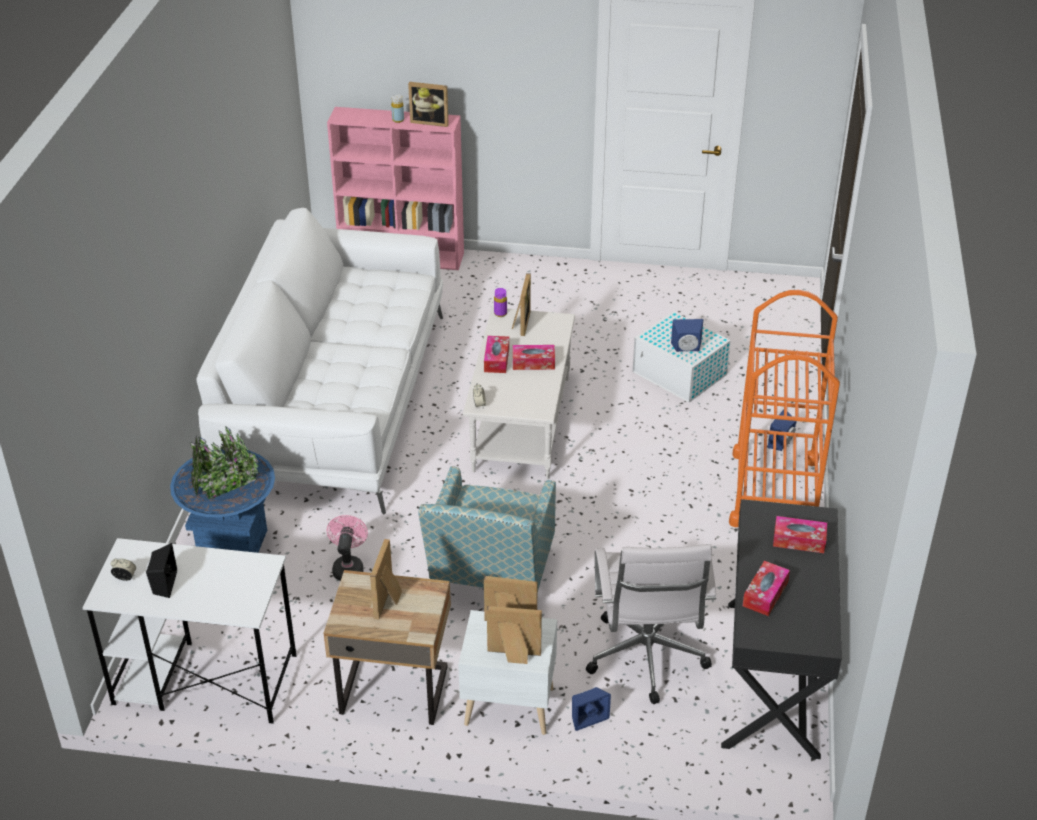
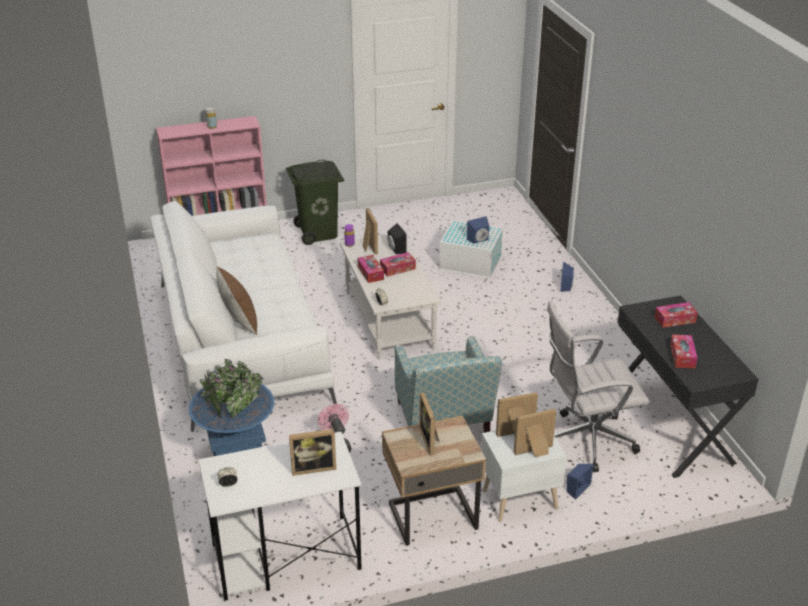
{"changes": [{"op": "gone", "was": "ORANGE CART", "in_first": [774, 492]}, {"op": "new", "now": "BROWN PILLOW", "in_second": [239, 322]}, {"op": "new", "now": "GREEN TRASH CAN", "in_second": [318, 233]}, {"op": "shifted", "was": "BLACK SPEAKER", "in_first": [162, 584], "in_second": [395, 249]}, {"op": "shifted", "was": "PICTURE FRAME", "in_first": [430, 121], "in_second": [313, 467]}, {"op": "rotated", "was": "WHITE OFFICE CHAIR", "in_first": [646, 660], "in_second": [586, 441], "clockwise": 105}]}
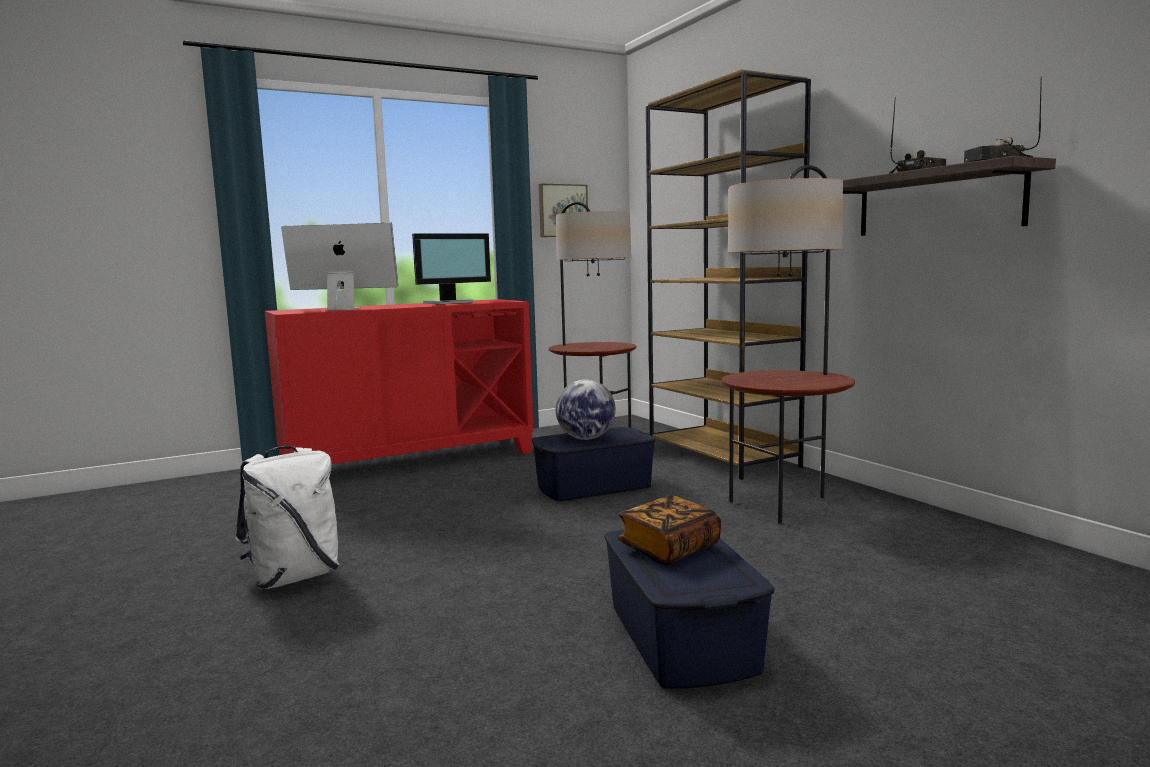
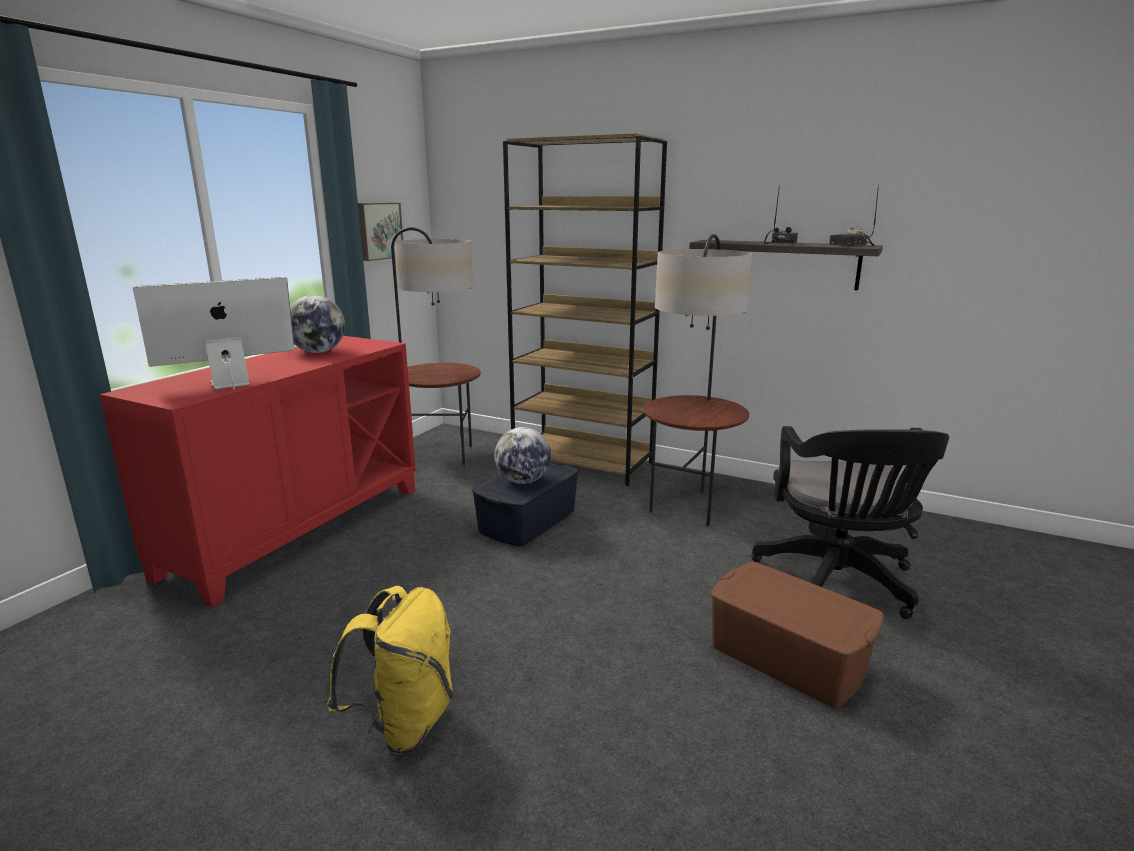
{"changes": [{"op": "gone", "was": "BOOK", "in_first": [669, 549]}, {"op": "new", "now": "BLACK OFFICE CHAIR", "in_second": [838, 583]}, {"op": "swapped", "was": "MONITOR", "now": "GLOBE", "in_first": [449, 303], "in_second": [318, 352]}, {"op": "repainted", "was": "WHITE BACKPACK", "now": "YELLOW BACKPACK", "in_first": [294, 577], "in_second": [404, 723]}, {"op": "repainted", "was": "BLUE STORAGE BOX", "now": "BROWN STORAGE BOX", "in_first": [680, 637], "in_second": [787, 658]}]}
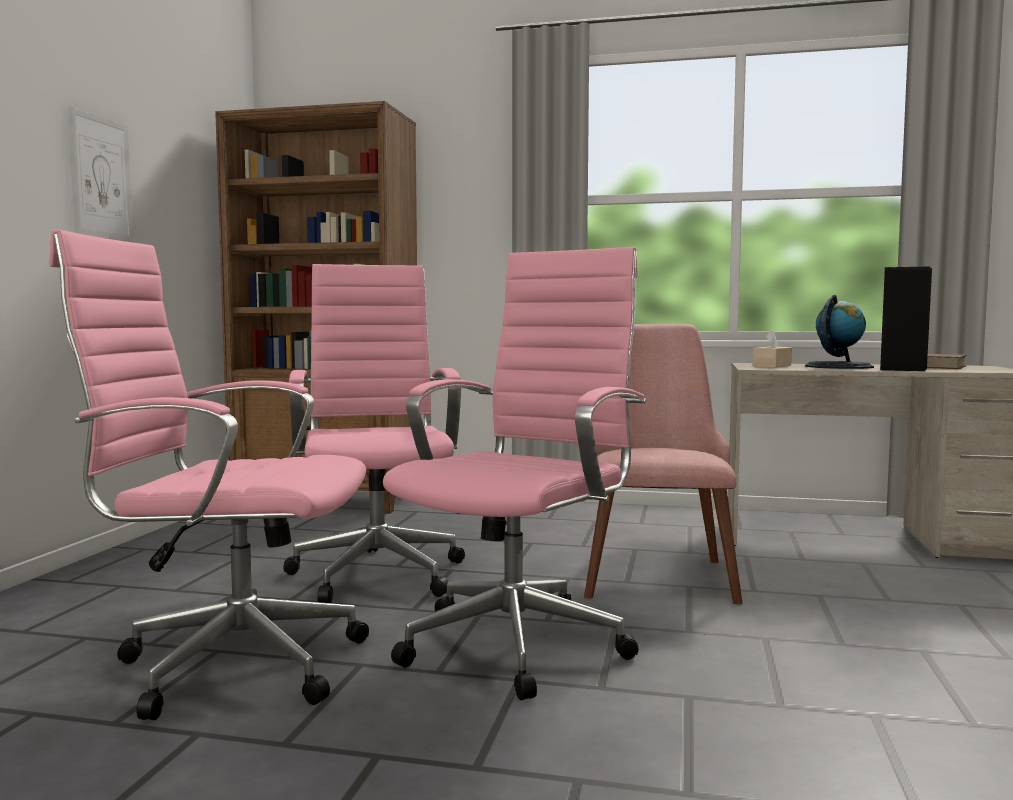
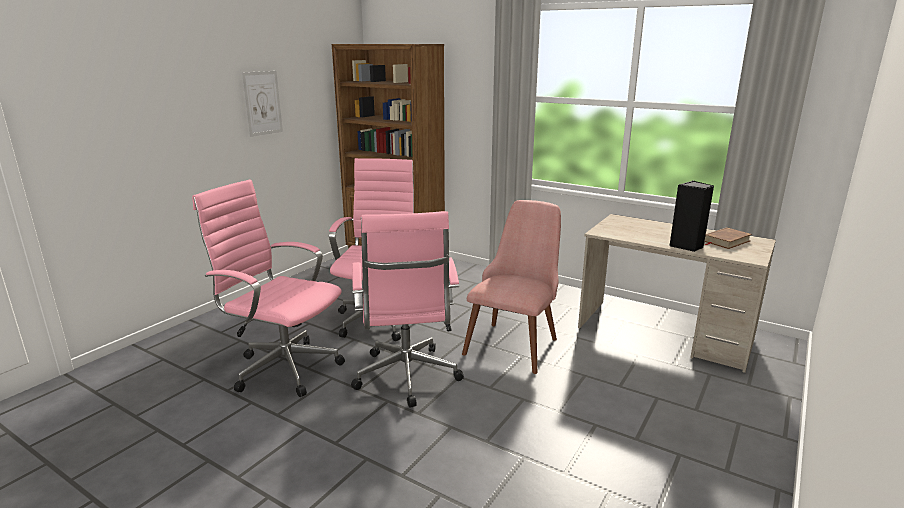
{"changes": [{"op": "gone", "was": "BEIGE TISSUE BOX", "in_first": [772, 366]}, {"op": "gone", "was": "GLOBE", "in_first": [838, 366]}, {"op": "rotated", "was": "PINK OFFICE CHAIR", "in_first": [520, 642], "in_second": [407, 378], "clockwise": 120}]}
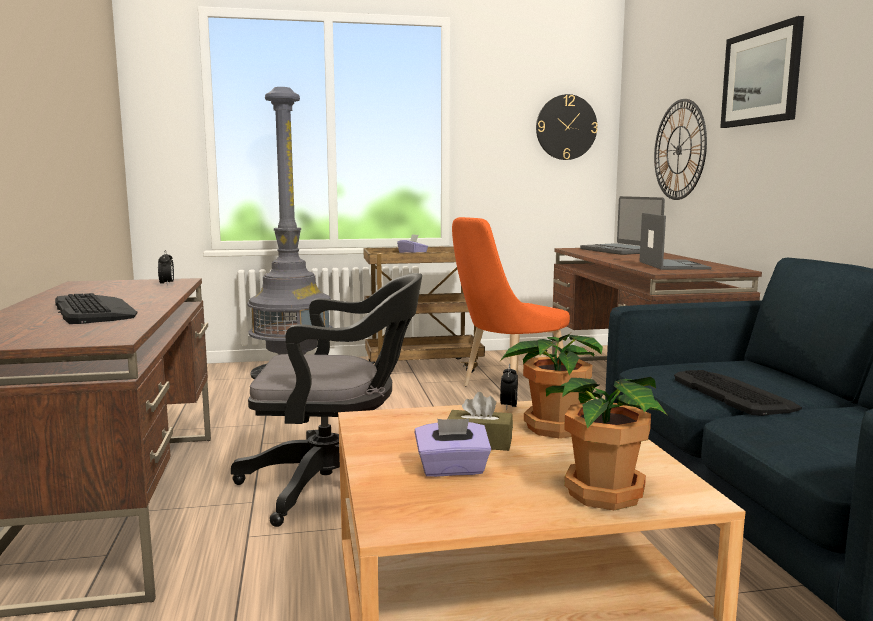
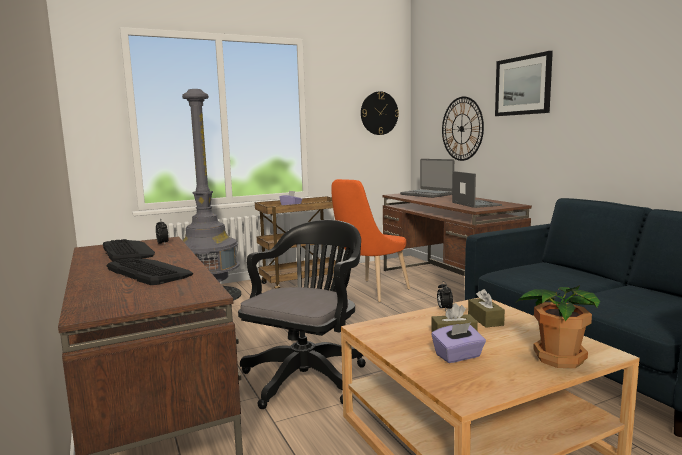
{"changes": [{"op": "shifted", "was": "KEYBOARD", "in_first": [733, 393], "in_second": [127, 251]}, {"op": "swapped", "was": "POTTED PLANT", "now": "BROWN TISSUE BOX", "in_first": [553, 427], "in_second": [485, 319]}, {"op": "rotated", "was": "BLACK OFFICE CHAIR", "in_first": [337, 485], "in_second": [308, 376], "clockwise": -45}]}
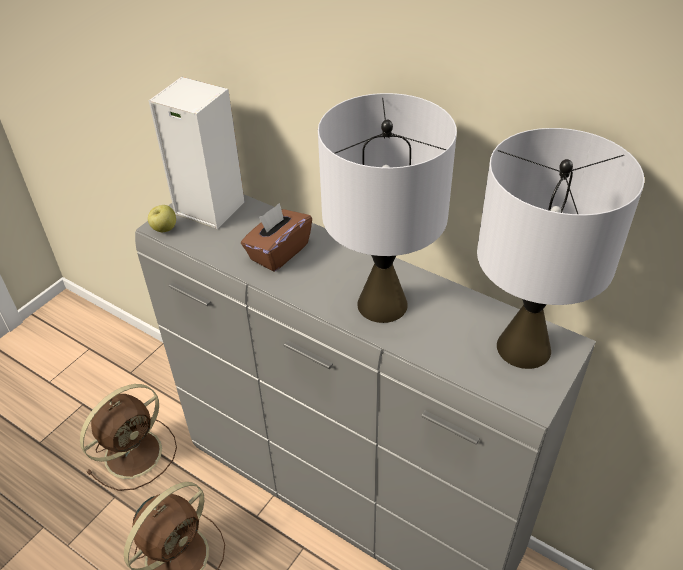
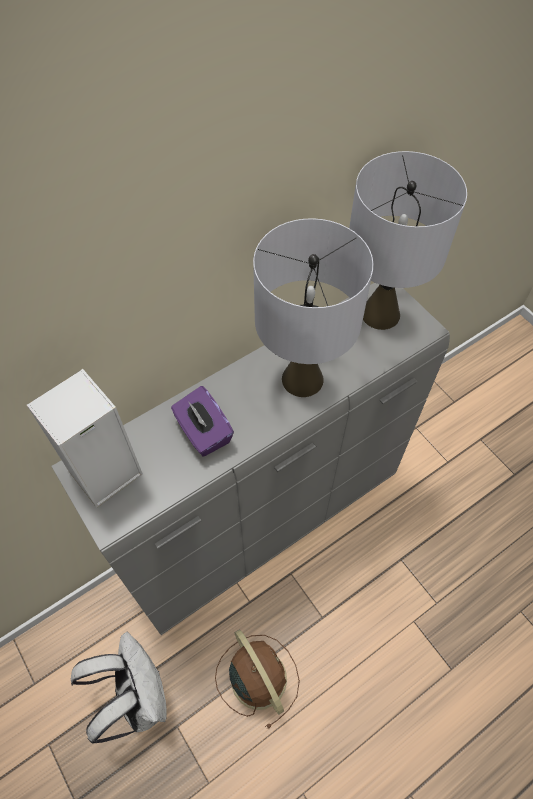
{"changes": [{"op": "gone", "was": "APPLE", "in_first": [164, 229]}, {"op": "swapped", "was": "BROWN FAN", "now": "WHITE BACKPACK", "in_first": [135, 452], "in_second": [136, 696]}, {"op": "repainted", "was": "BROWN TISSUE BOX", "now": "PURPLE TISSUE BOX", "in_first": [278, 252], "in_second": [203, 432]}]}
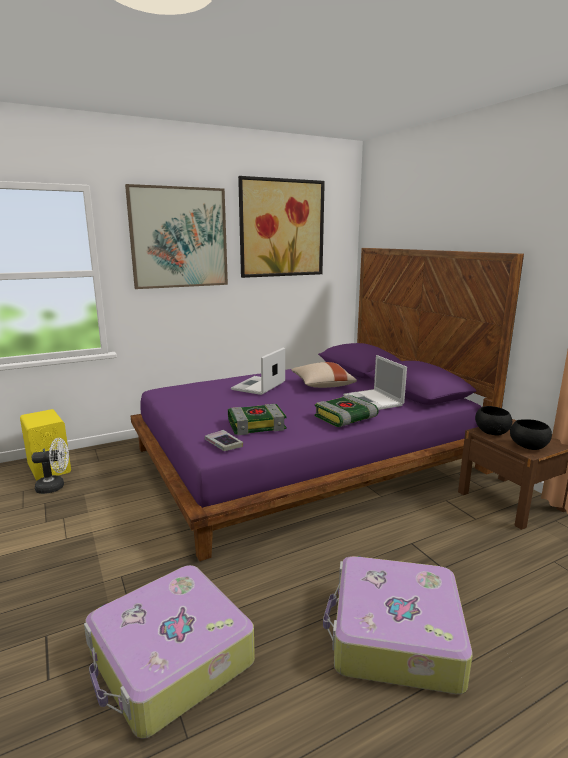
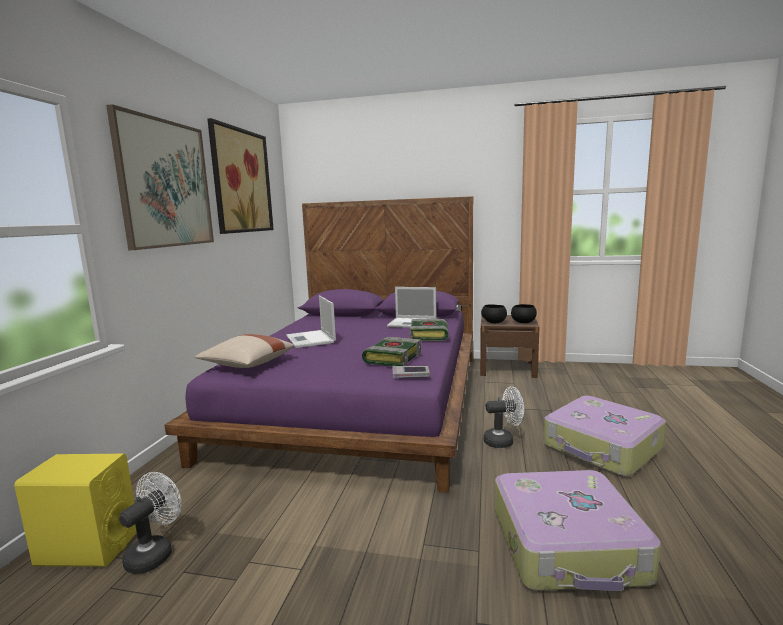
{"changes": [{"op": "new", "now": "WHITE FAN", "in_second": [503, 441]}, {"op": "shifted", "was": "BEIGE PILLOW", "in_first": [322, 385], "in_second": [247, 364]}]}
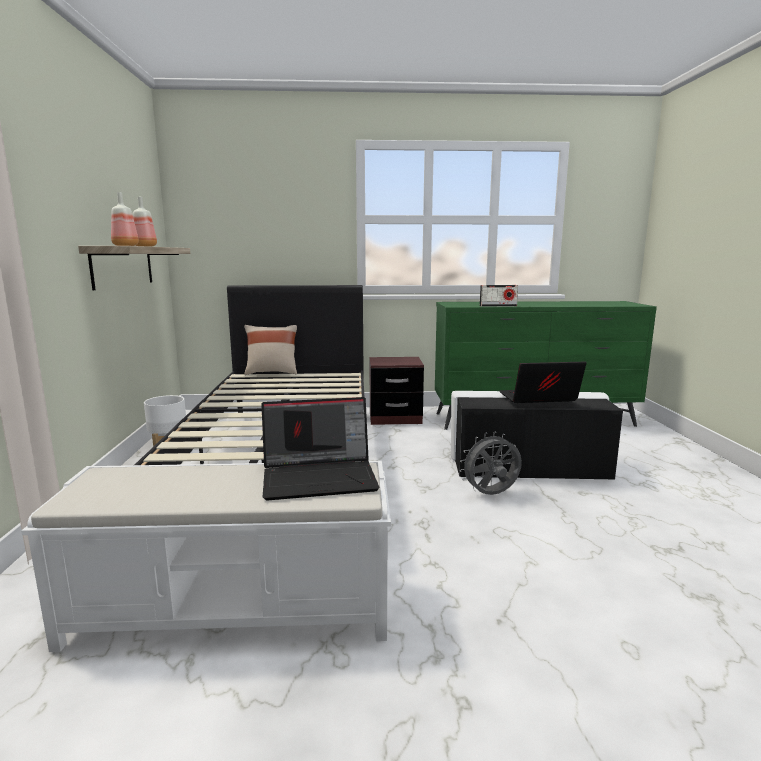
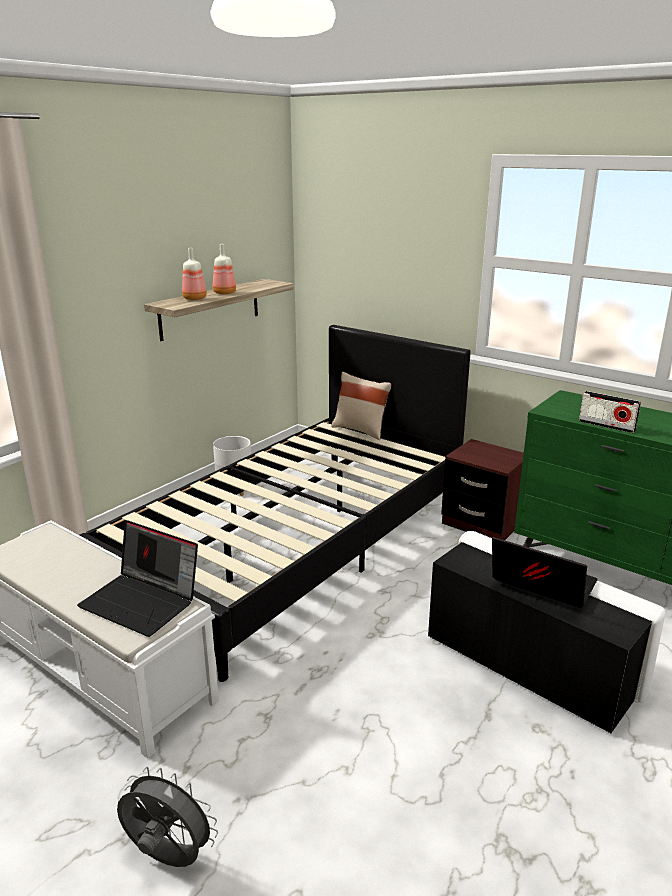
{"changes": [{"op": "shifted", "was": "GREY FAN", "in_first": [491, 495], "in_second": [167, 858]}]}
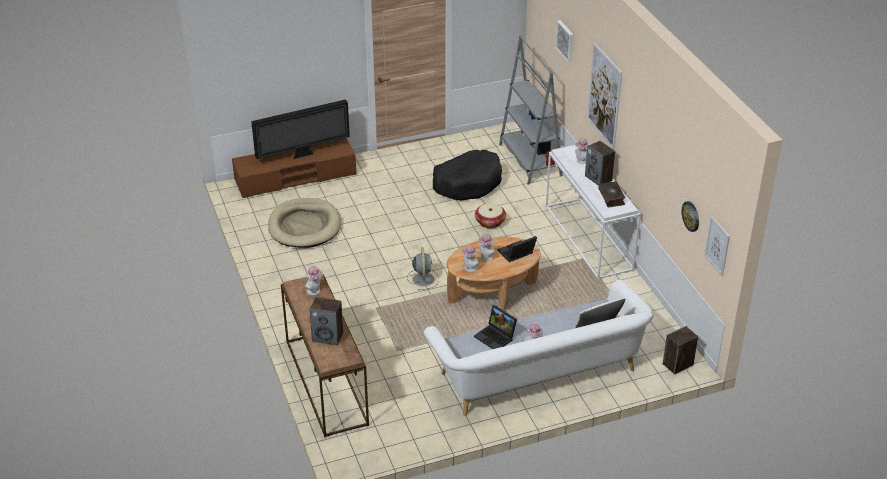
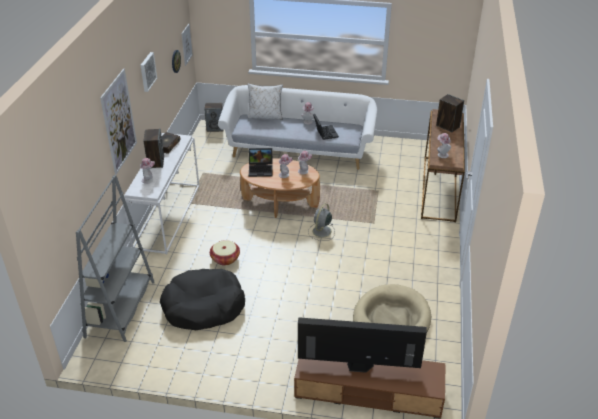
{"changes": [{"op": "shifted", "was": "PICTURE", "in_first": [565, 40], "in_second": [147, 71]}]}
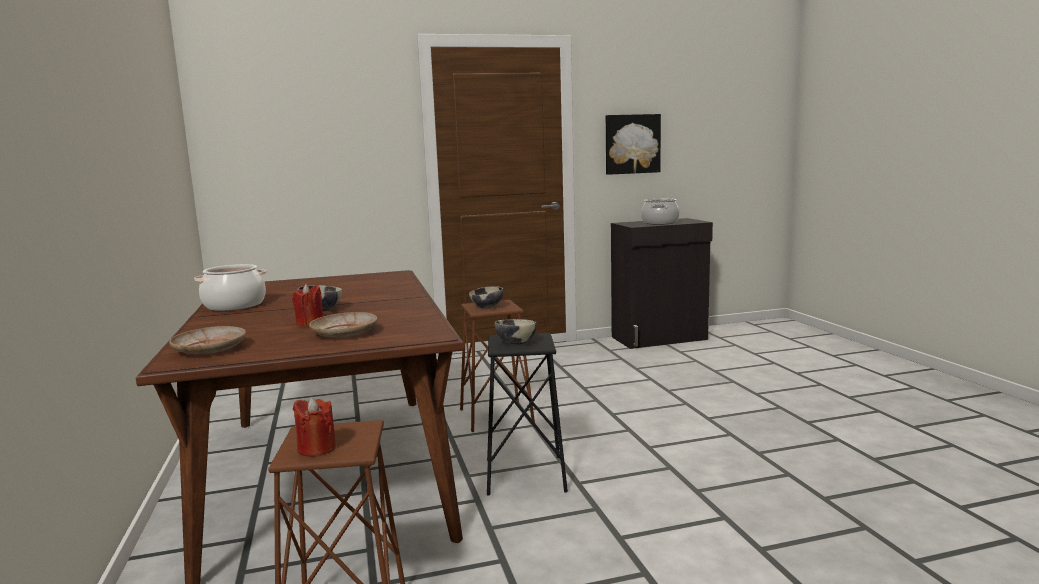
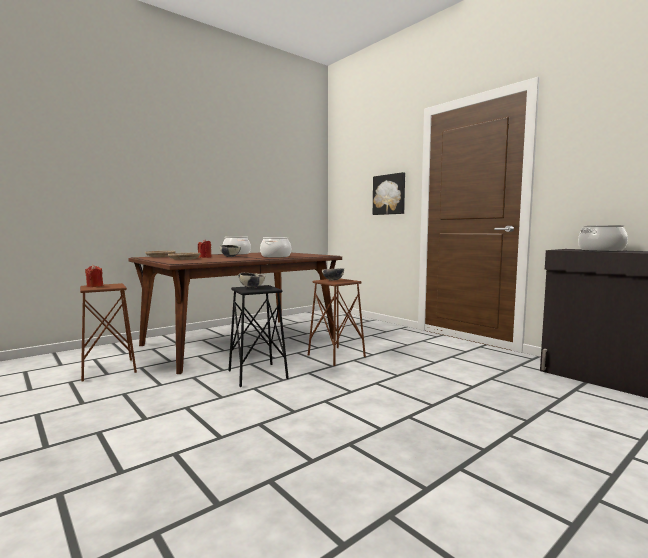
{"changes": [{"op": "new", "now": "COOKING POT", "in_second": [275, 256]}, {"op": "shifted", "was": "PICTURE", "in_first": [632, 144], "in_second": [389, 194]}]}
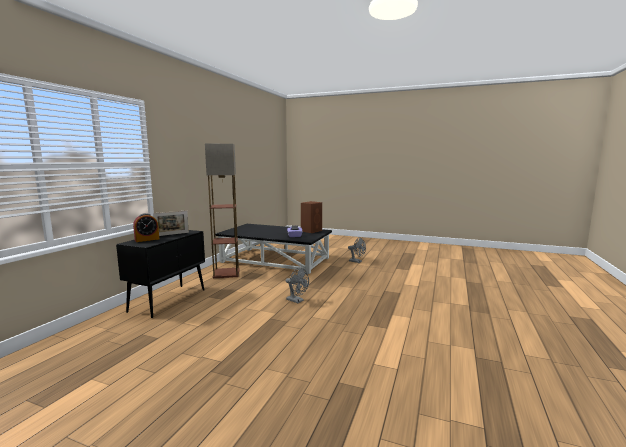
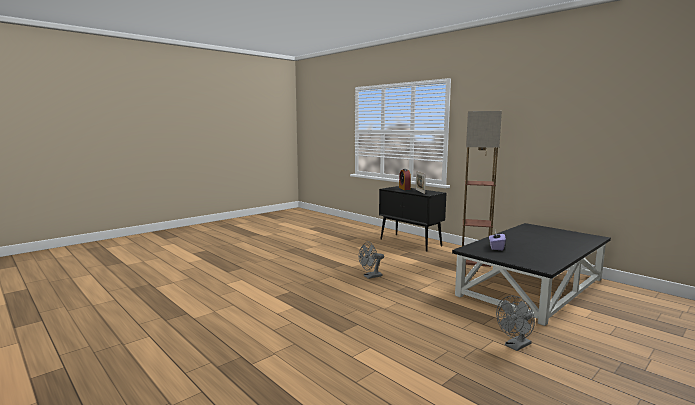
{"changes": [{"op": "gone", "was": "BROWN SPEAKER", "in_first": [311, 230]}]}
